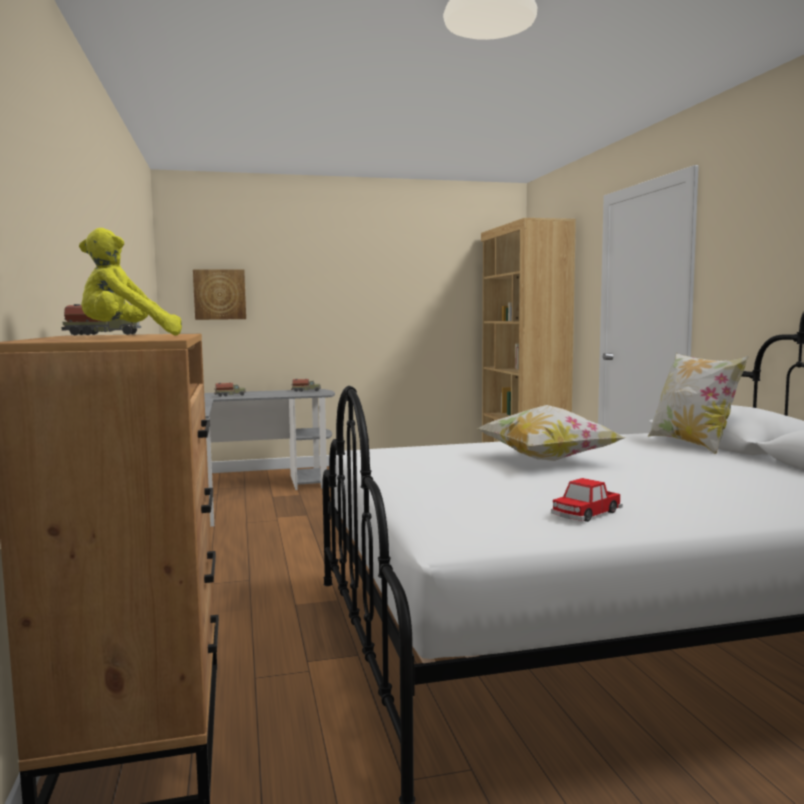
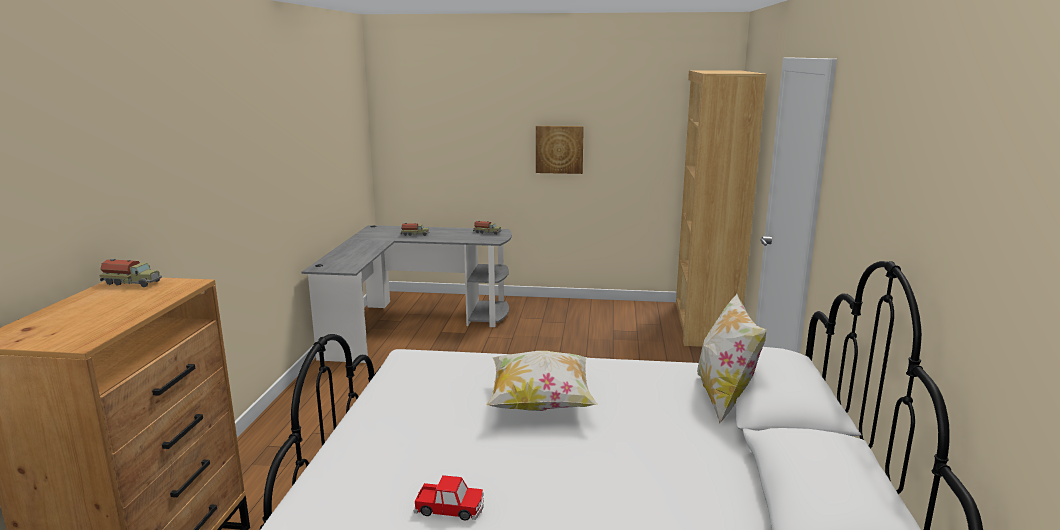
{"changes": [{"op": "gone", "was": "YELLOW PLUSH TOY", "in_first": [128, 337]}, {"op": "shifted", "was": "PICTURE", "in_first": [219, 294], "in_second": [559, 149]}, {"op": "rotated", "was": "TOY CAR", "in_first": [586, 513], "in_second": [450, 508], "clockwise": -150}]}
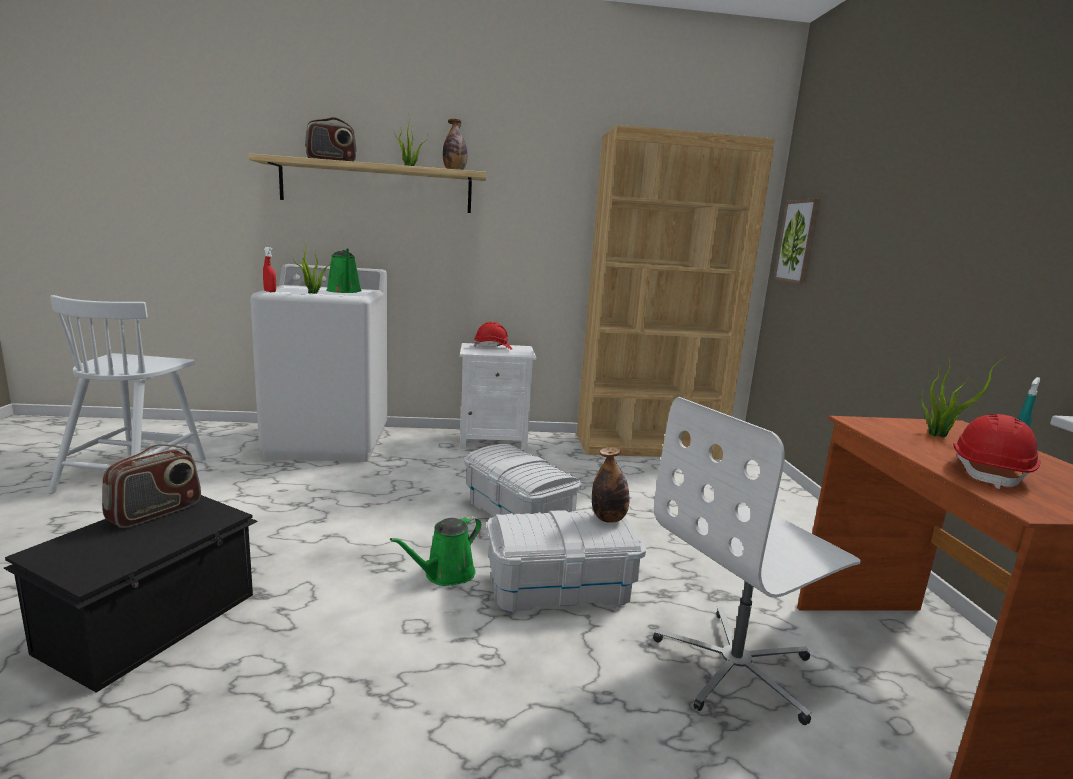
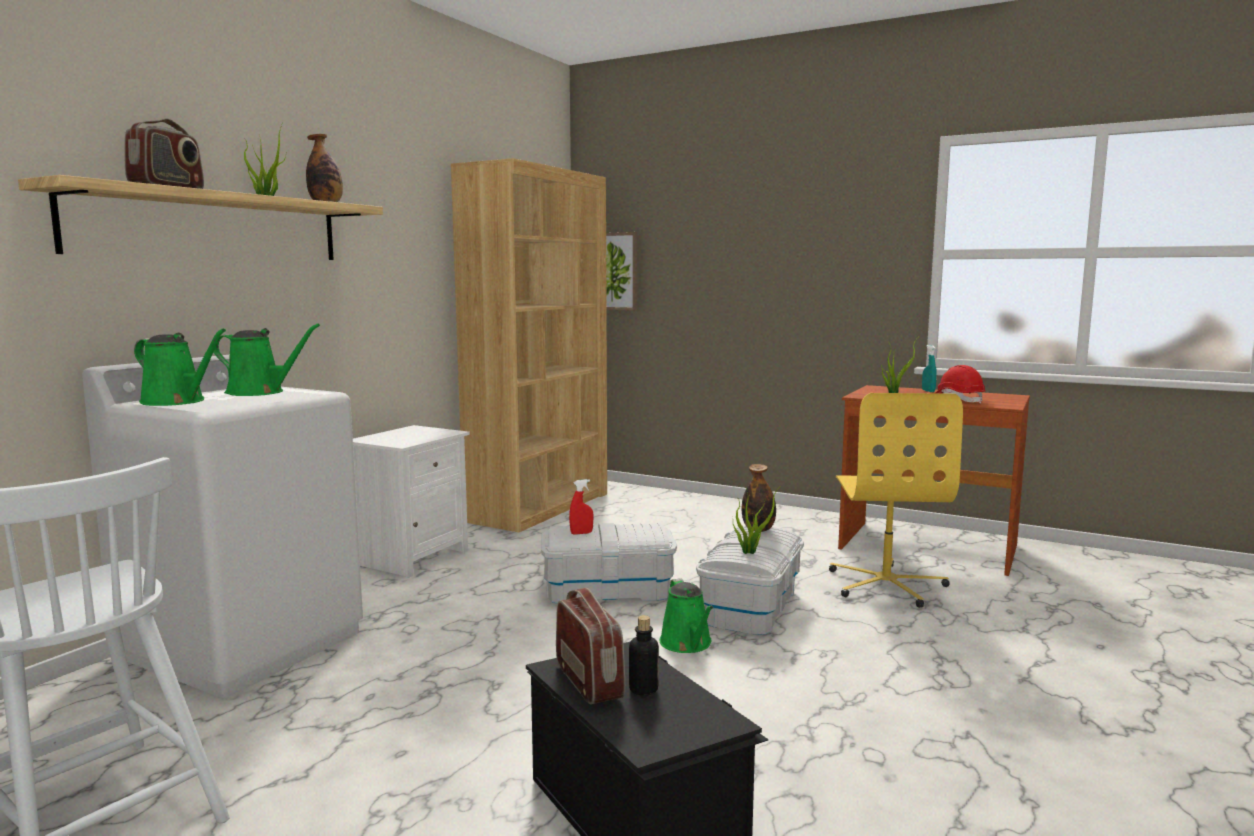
{"changes": [{"op": "gone", "was": "RED HARD HAT", "in_first": [493, 348]}, {"op": "new", "now": "GREEN WATERING CAN", "in_second": [177, 401]}, {"op": "new", "now": "BOTTLE", "in_second": [643, 689]}, {"op": "shifted", "was": "RED SPRAY BOTTLE", "in_first": [270, 291], "in_second": [581, 533]}, {"op": "shifted", "was": "POTTED PLANT", "in_first": [313, 293], "in_second": [751, 552]}, {"op": "repainted", "was": "WHITE OFFICE CHAIR", "now": "YELLOW OFFICE CHAIR", "in_first": [736, 667], "in_second": [886, 584]}]}
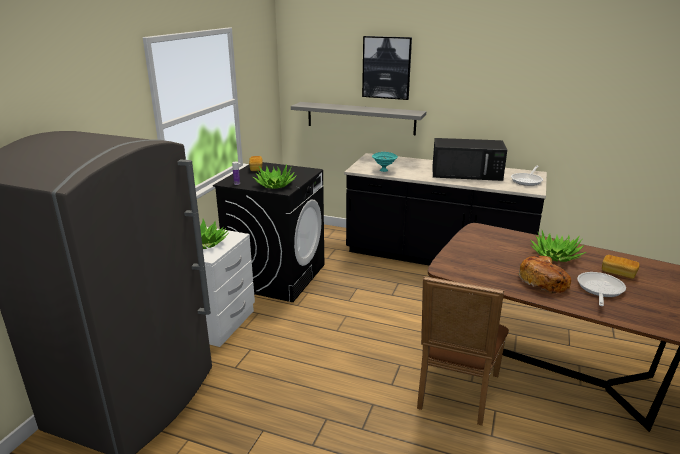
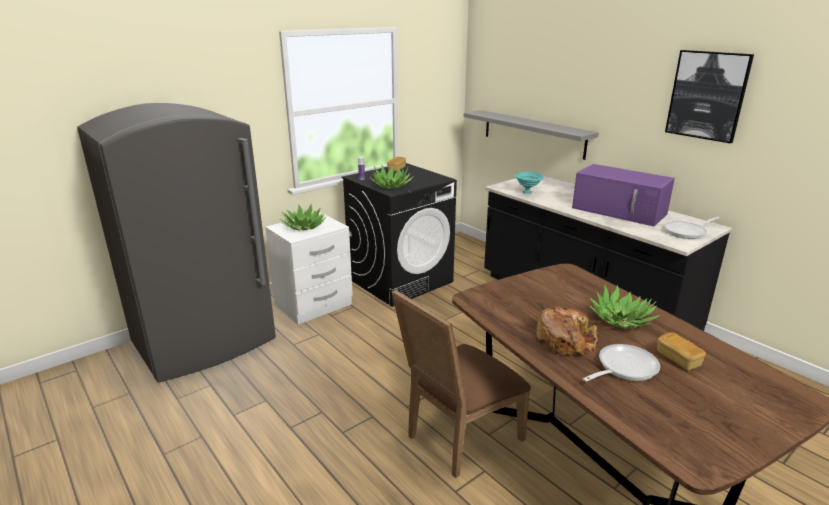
{"changes": [{"op": "shifted", "was": "PICTURE", "in_first": [386, 67], "in_second": [707, 95]}, {"op": "repainted", "was": "BLACK MICROWAVE", "now": "PURPLE MICROWAVE", "in_first": [467, 173], "in_second": [620, 211]}]}
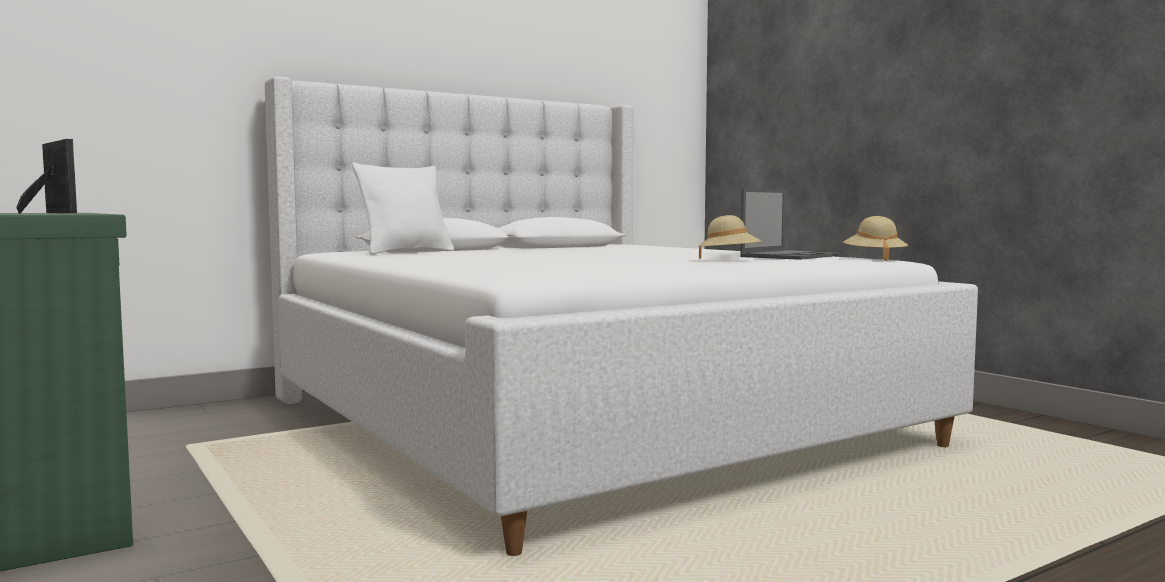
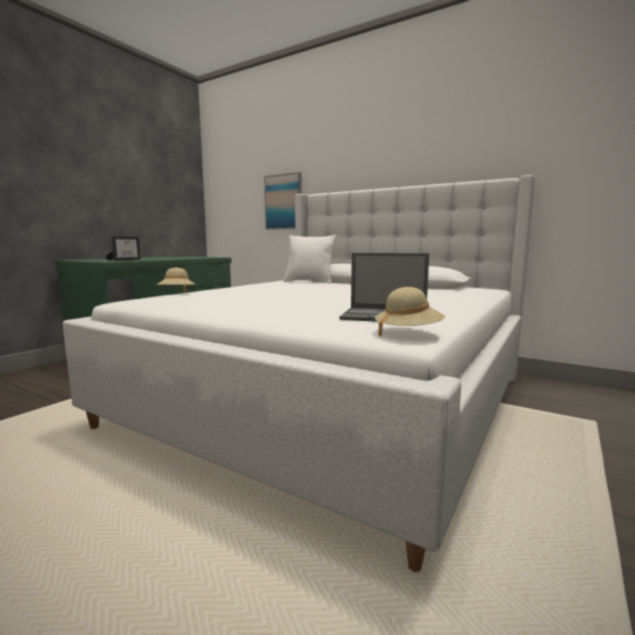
{"changes": [{"op": "new", "now": "PICTURE", "in_second": [283, 202]}, {"op": "shifted", "was": "BEIGE HAT", "in_first": [729, 260], "in_second": [177, 293]}]}
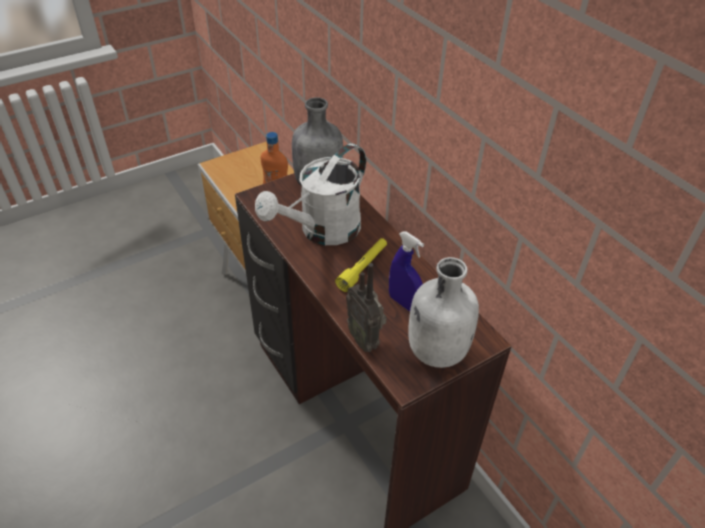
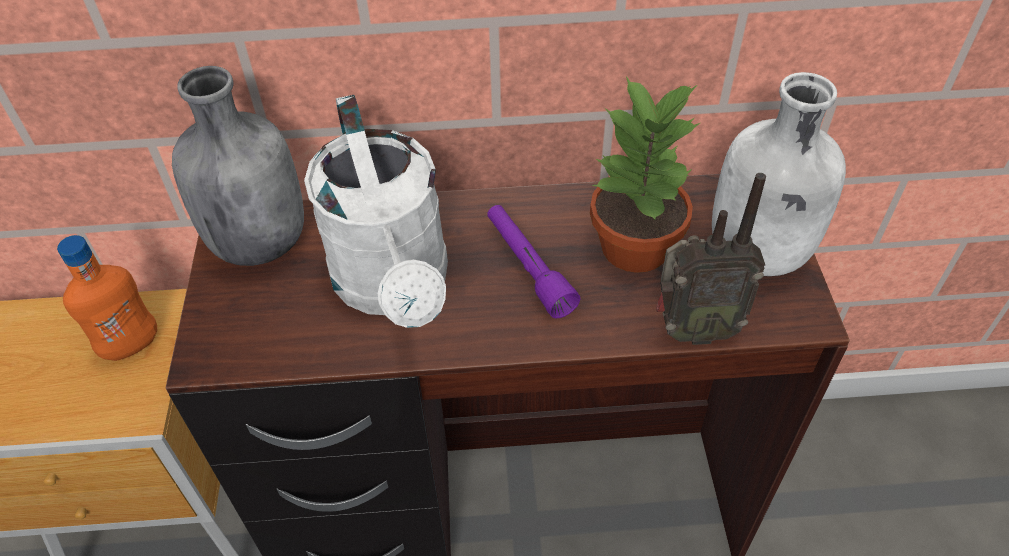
{"changes": [{"op": "swapped", "was": "BLUE SPRAY BOTTLE", "now": "POTTED PLANT", "in_first": [403, 302], "in_second": [636, 248]}, {"op": "repainted", "was": "YELLOW FLASHLIGHT", "now": "PURPLE FLASHLIGHT", "in_first": [363, 269], "in_second": [528, 267]}]}
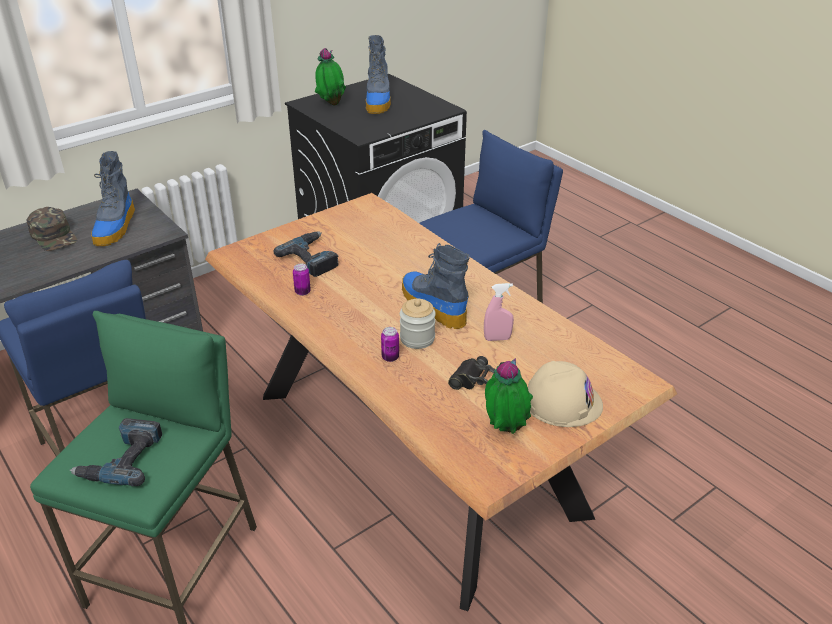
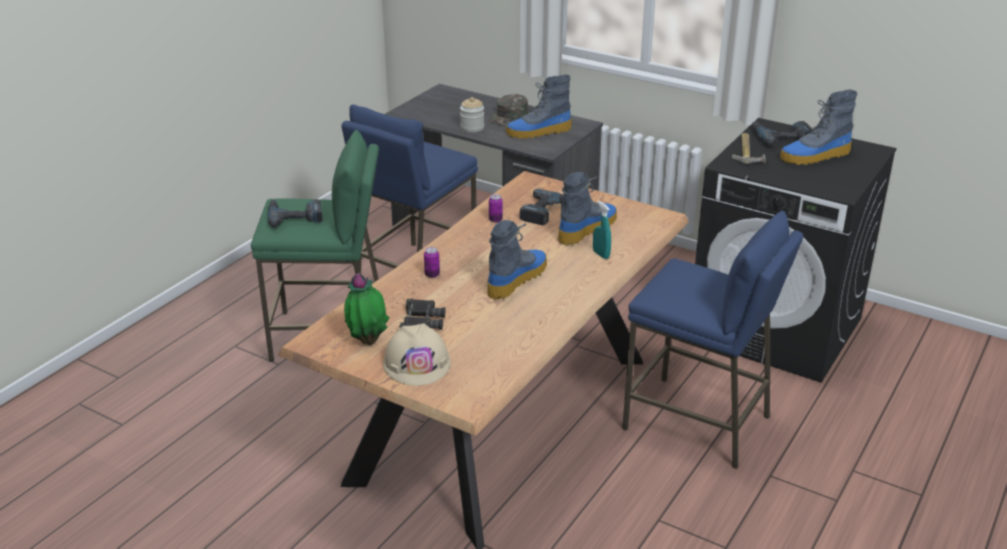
{"changes": [{"op": "gone", "was": "PINK SPRAY BOTTLE", "in_first": [497, 338]}, {"op": "new", "now": "BOOT", "in_second": [587, 229]}, {"op": "new", "now": "TURQUOISE SPRAY BOTTLE", "in_second": [601, 254]}, {"op": "new", "now": "HAMMER", "in_second": [748, 152]}, {"op": "shifted", "was": "JAR", "in_first": [417, 338], "in_second": [472, 127]}, {"op": "swapped", "was": "POTTED PLANT", "now": "POWER DRILL", "in_first": [331, 104], "in_second": [780, 137]}]}
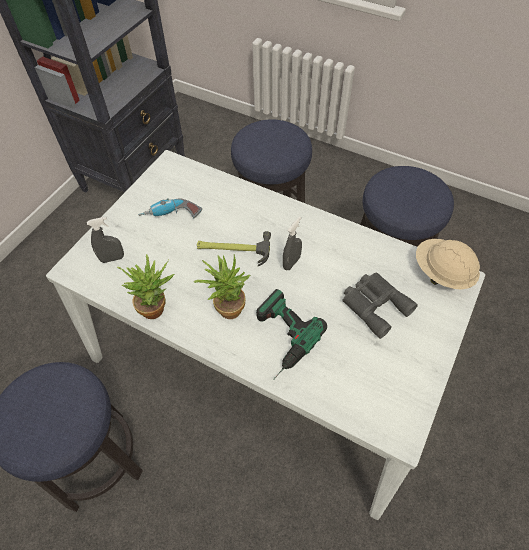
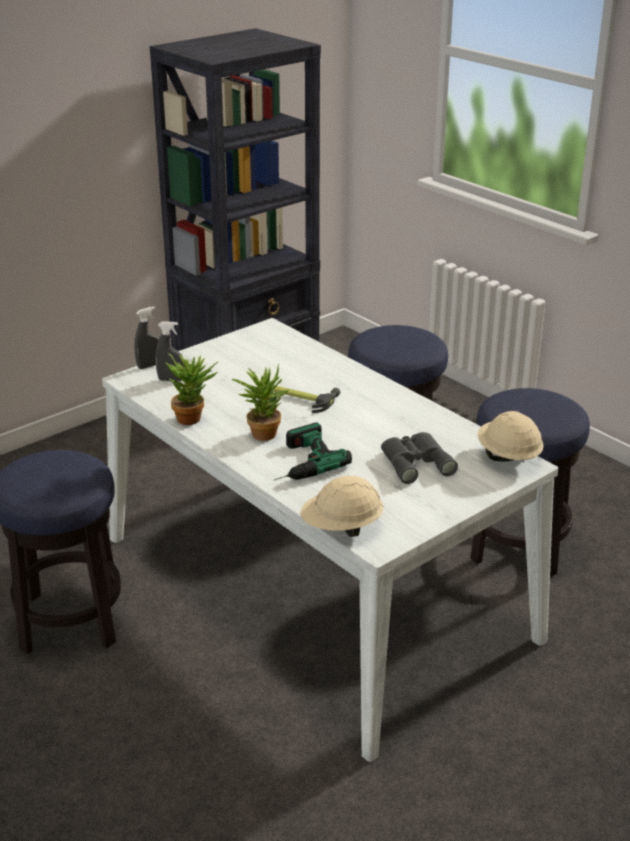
{"changes": [{"op": "gone", "was": "POWER DRILL", "in_first": [171, 216]}, {"op": "new", "now": "BEIGE HARD HAT", "in_second": [341, 528]}, {"op": "shifted", "was": "GREY SPRAY BOTTLE", "in_first": [291, 263], "in_second": [149, 366]}]}
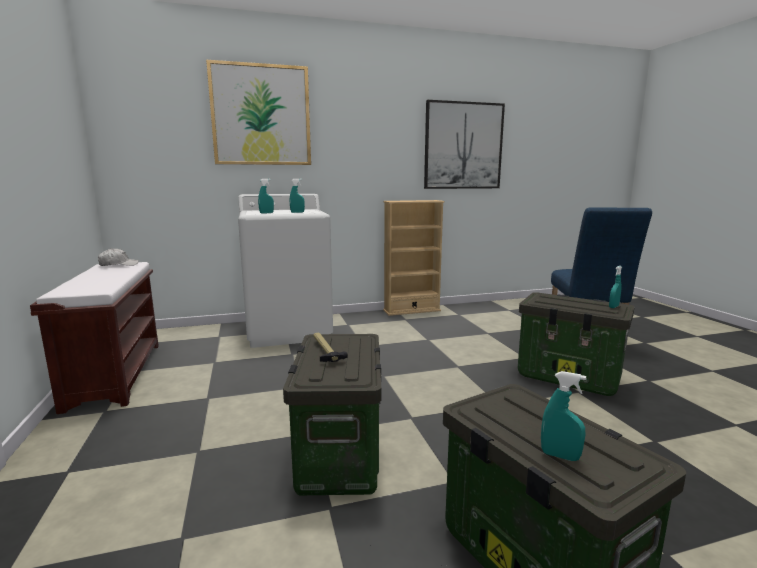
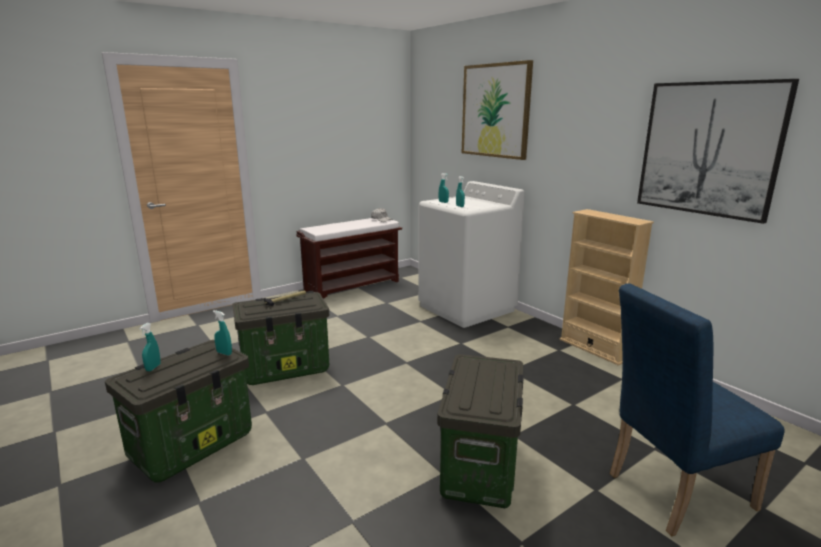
{"changes": [{"op": "shifted", "was": "TURQUOISE SPRAY BOTTLE", "in_first": [613, 307], "in_second": [224, 353]}]}
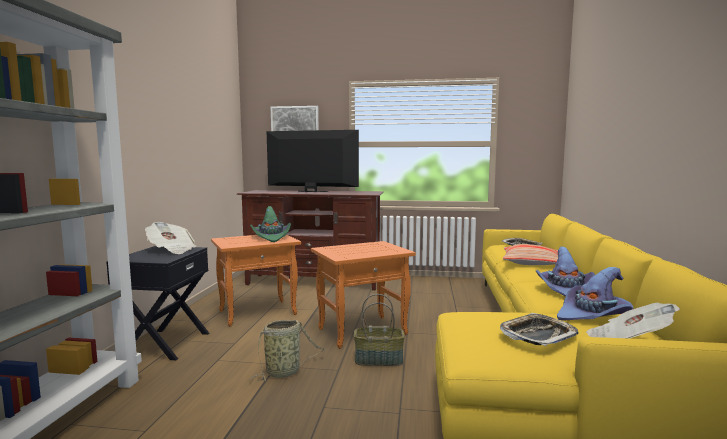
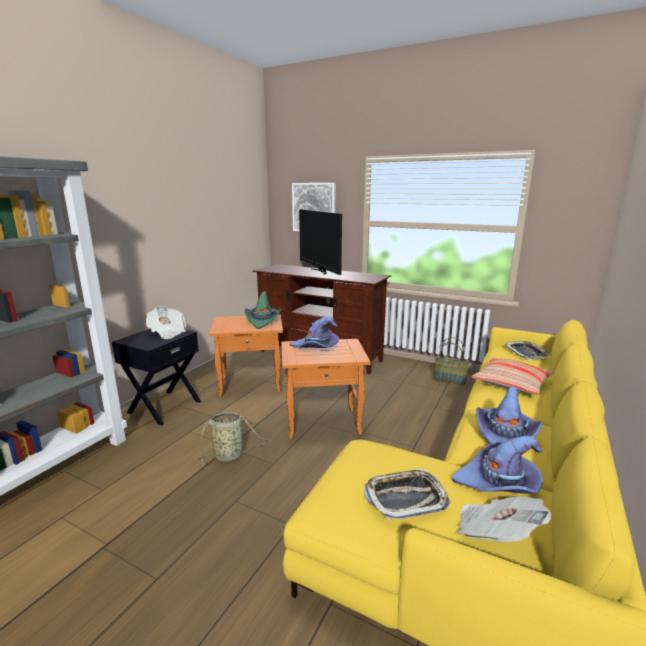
{"changes": [{"op": "new", "now": "PURPLE HAT", "in_second": [316, 347]}, {"op": "shifted", "was": "BASKET", "in_first": [379, 359], "in_second": [450, 379]}, {"op": "rotated", "was": "TELEVISION", "in_first": [311, 191], "in_second": [320, 271], "clockwise": -150}]}
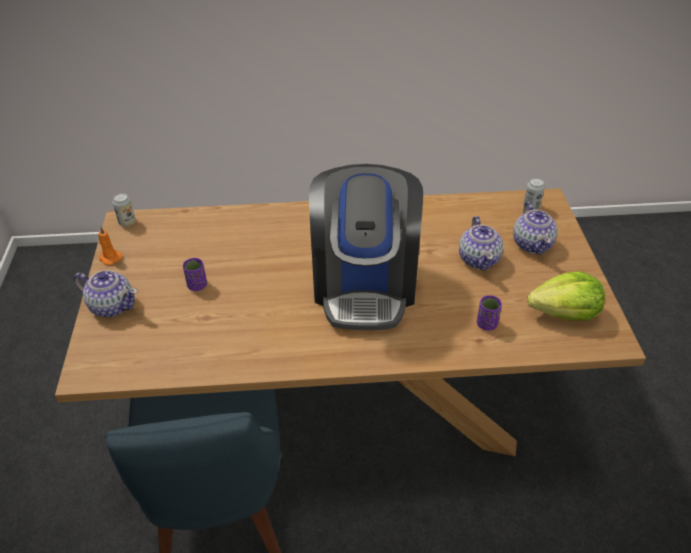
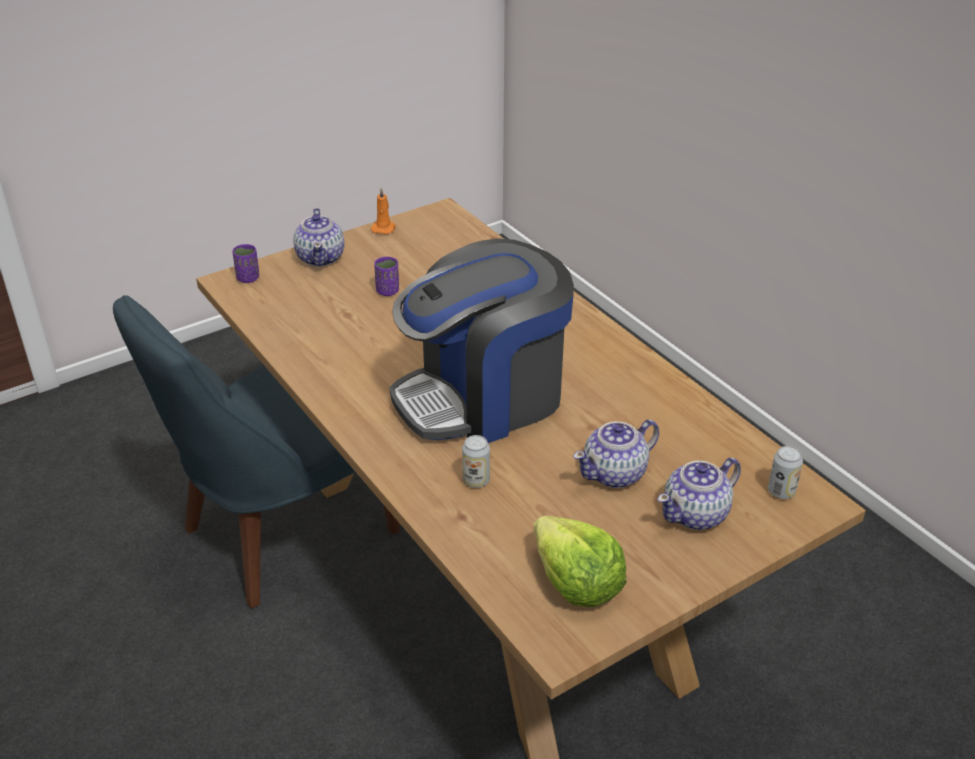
{"changes": [{"op": "shifted", "was": "CAN", "in_first": [127, 222], "in_second": [476, 480]}, {"op": "shifted", "was": "PURPLE CUP", "in_first": [487, 324], "in_second": [248, 278]}]}
